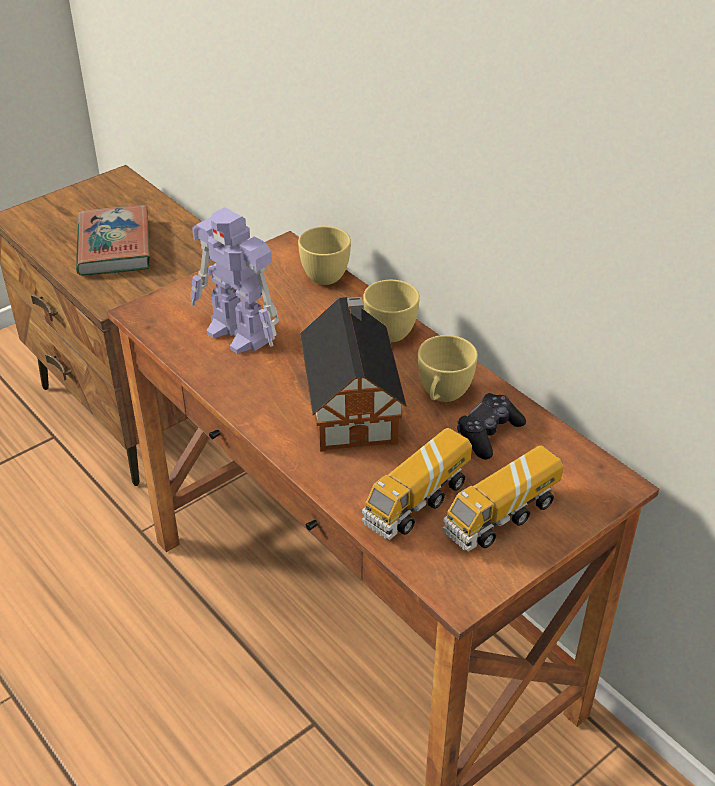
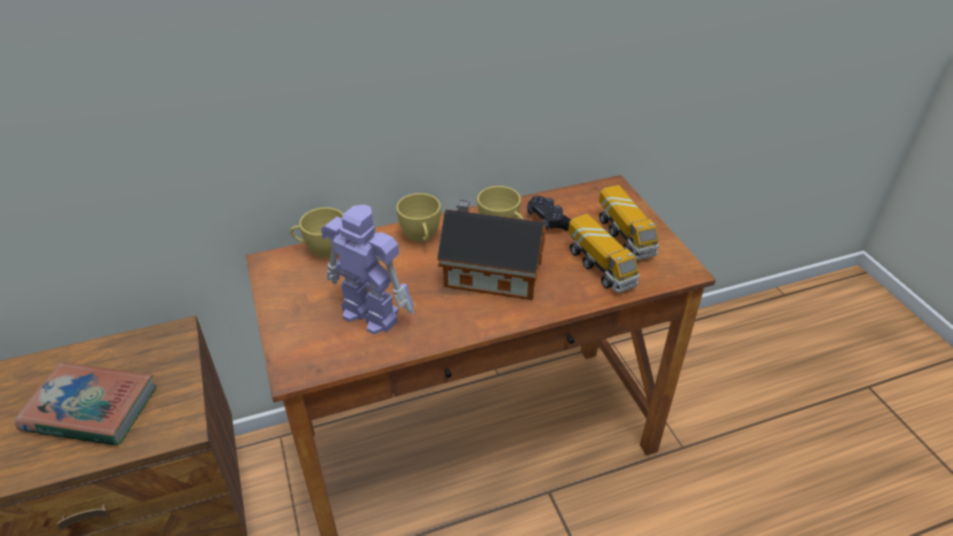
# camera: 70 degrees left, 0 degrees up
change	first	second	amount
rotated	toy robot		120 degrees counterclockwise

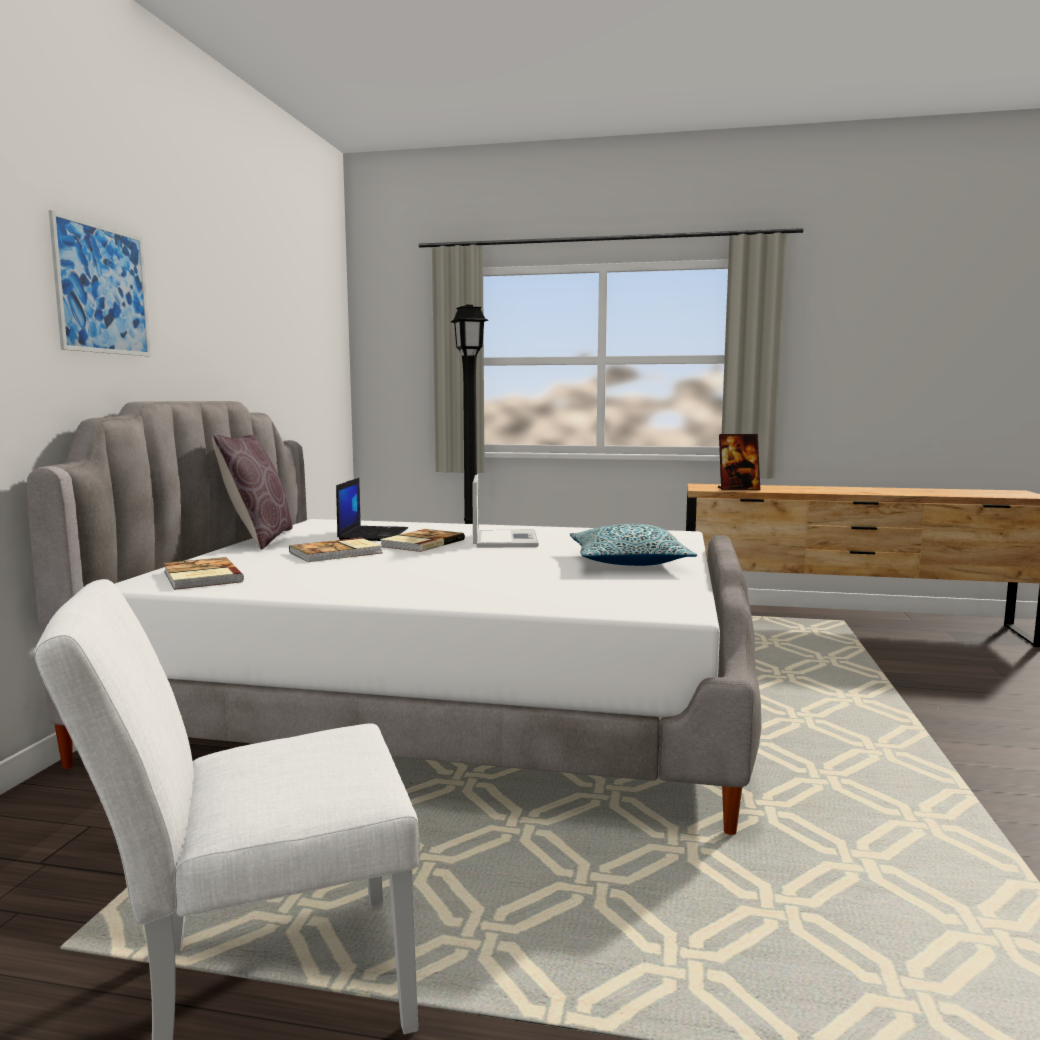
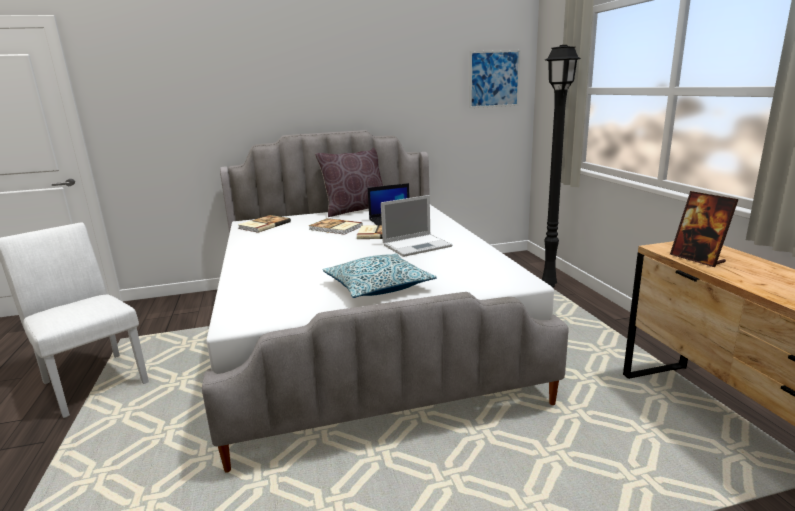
# camera: 65 degrees right, 10 degrees up
change	first	second	amount
shifted	wall art		

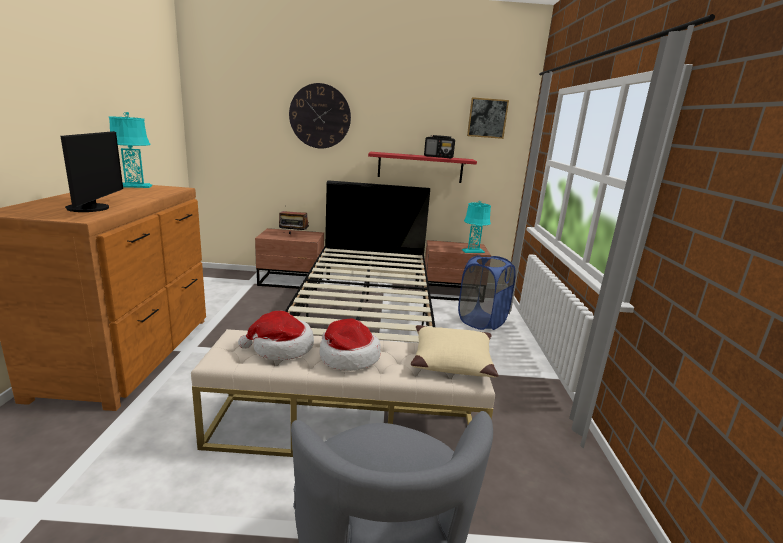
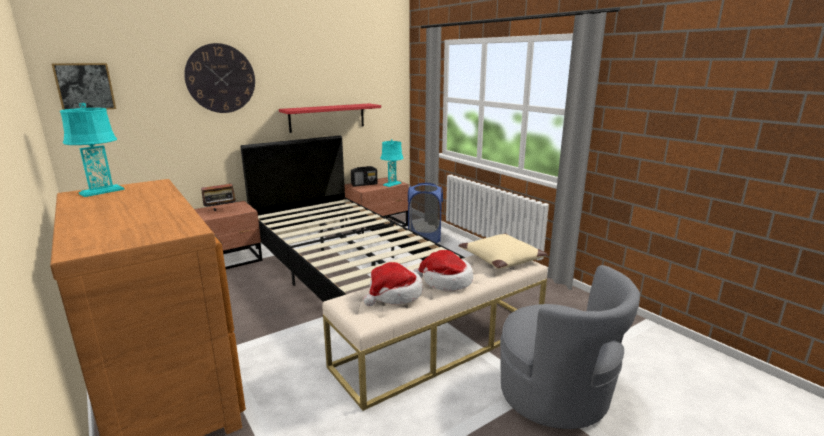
# camera: 35 degrees left, 0 degrees up
change	first	second	amount
gone	computer screen		
shifted	radio (no. 2 from left)		
shifted	wall art		

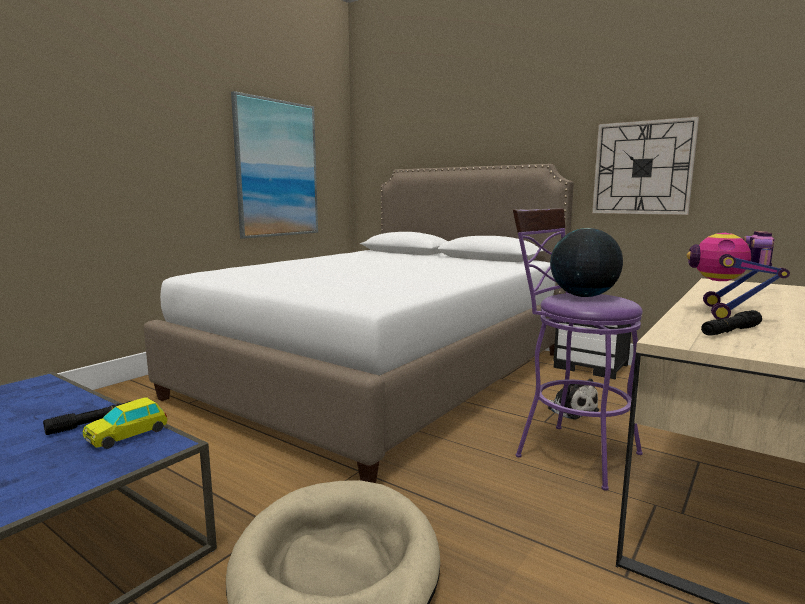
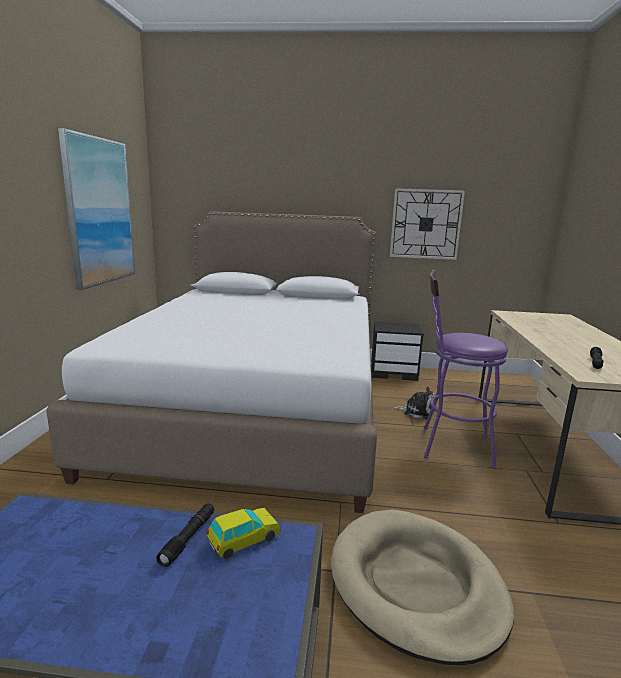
# camera: 30 degrees left, 5 degrees up
change	first	second	amount
gone	desk globe		
gone	toy robot		
rotated	miniature car		135 degrees counterclockwise

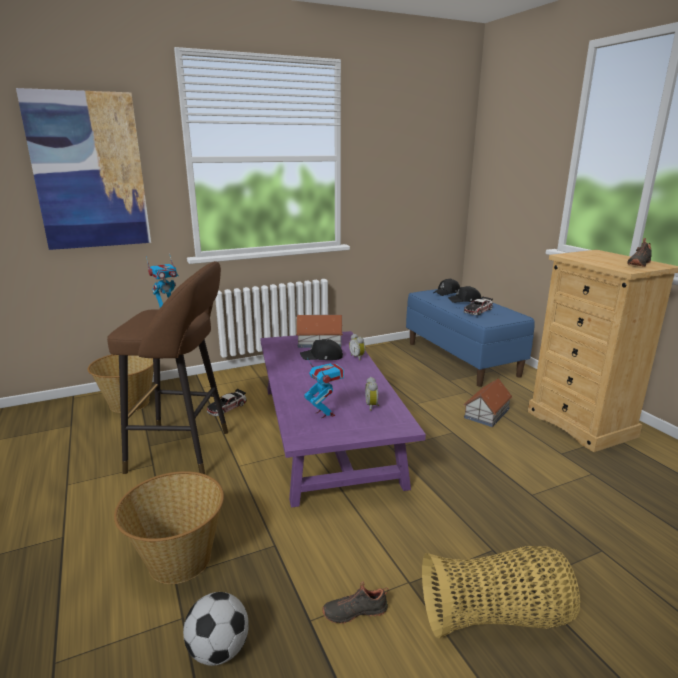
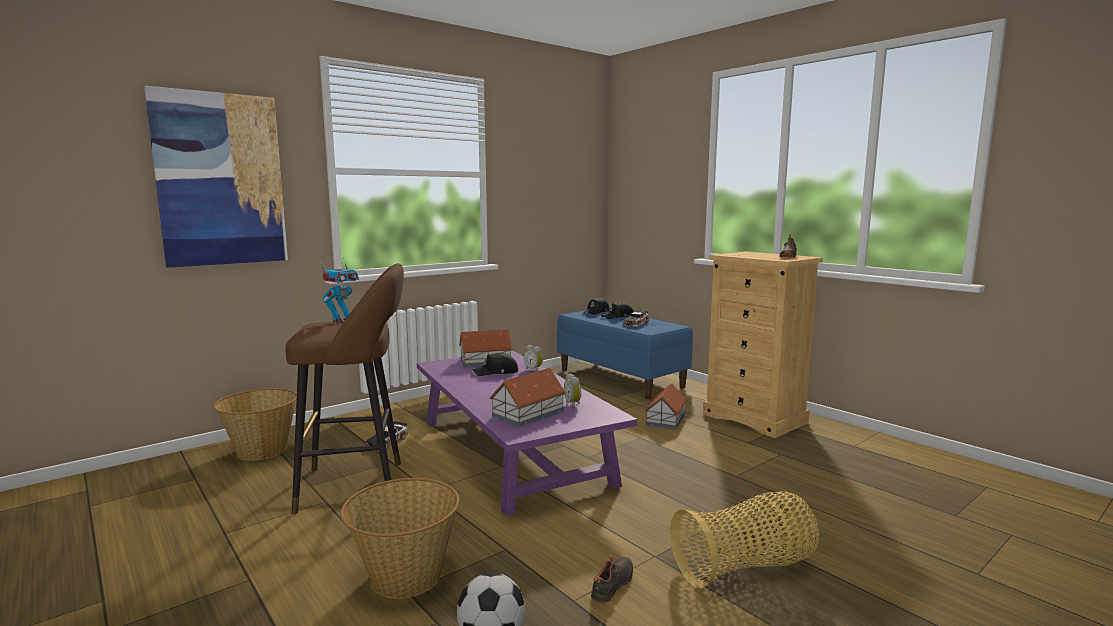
# camera: 15 degrees left, 10 degrees down
change	first	second	amount
swapped	toy robot (no. 2 from left)	toy house (no. 2 from left)	
rotated	blackish shoe (no. 1 from left)		150 degrees clockwise

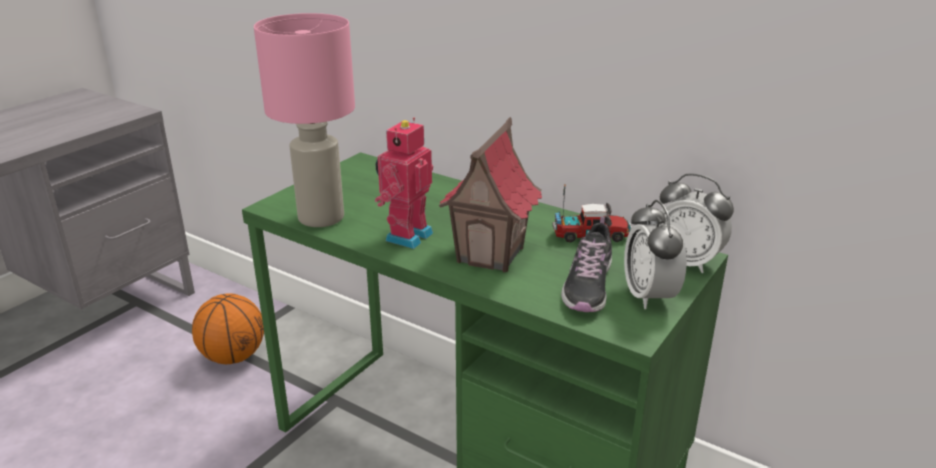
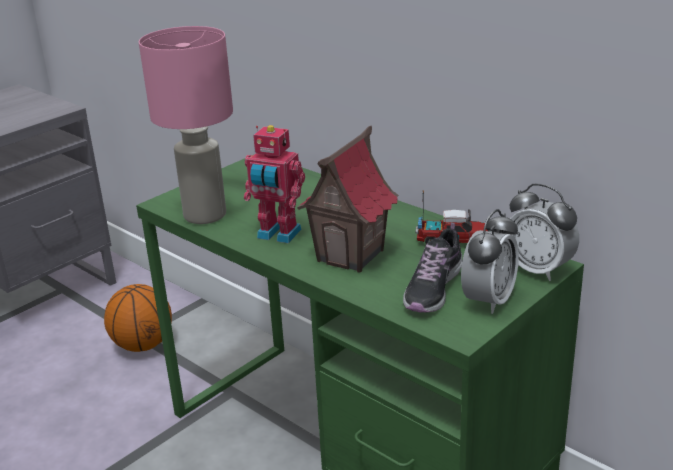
# camera: 10 degrees right, 0 degrees up
change	first	second	amount
rotated	toy robot		105 degrees counterclockwise
rotated	table clock (no. 1 from left)		150 degrees counterclockwise

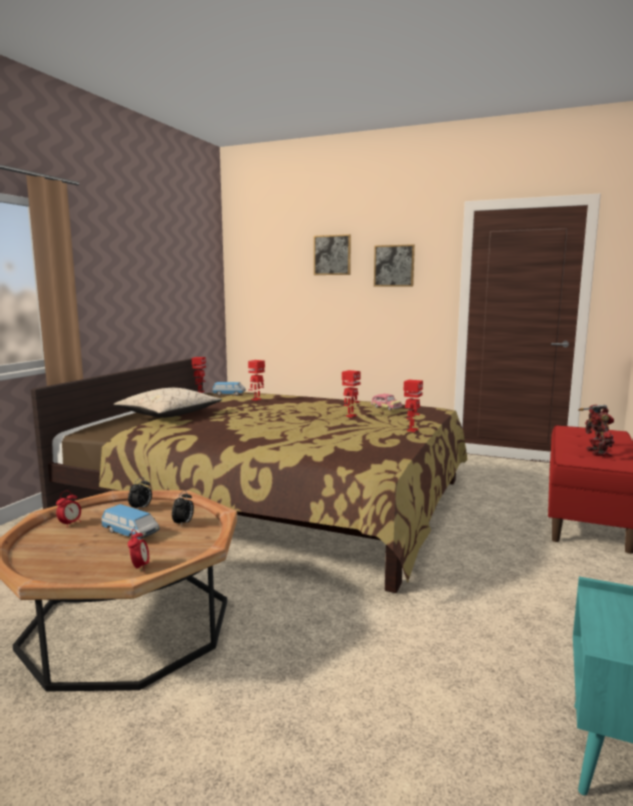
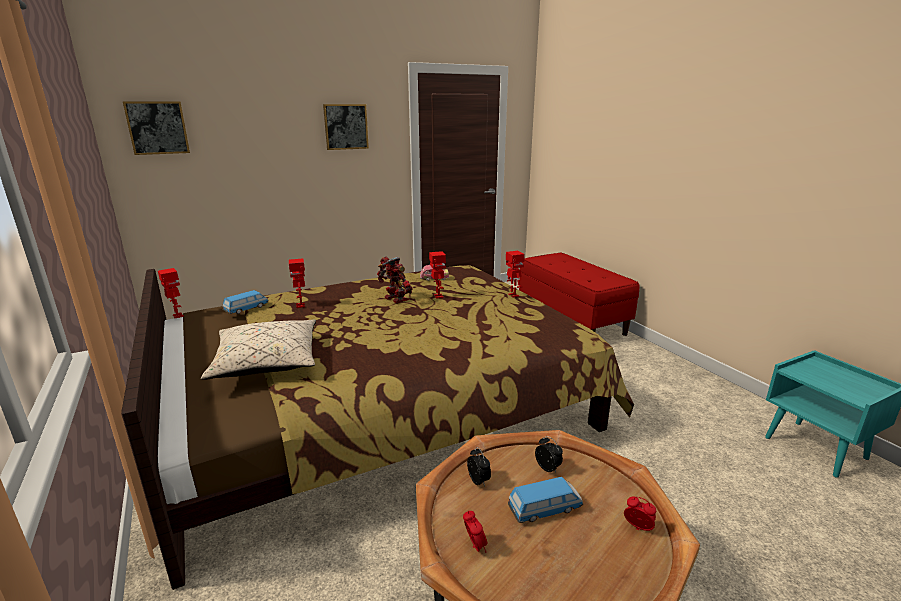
# camera: 50 degrees left, 10 degrees up
change	first	second	amount
shifted	wall art (no. 1 from left)		
shifted	toy robot (no. 5 from left in the first image)	toy robot (no. 3 from left)	

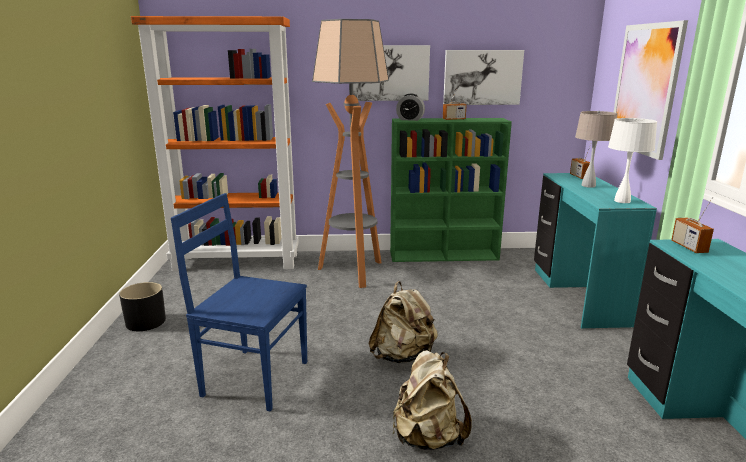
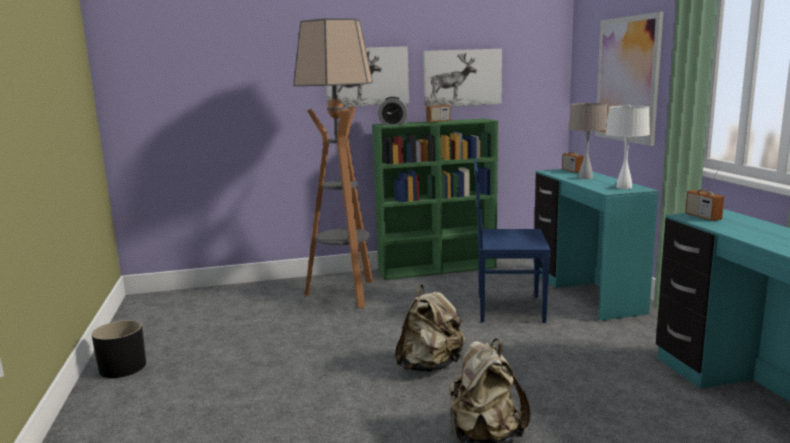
# camera: 10 degrees left, 5 degrees down
change	first	second	amount
gone	orangey bookcase		
shifted	blue plain chair		

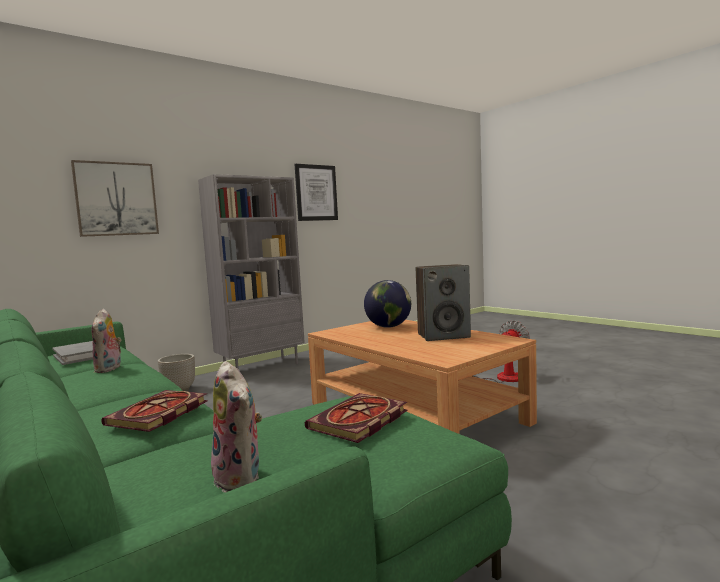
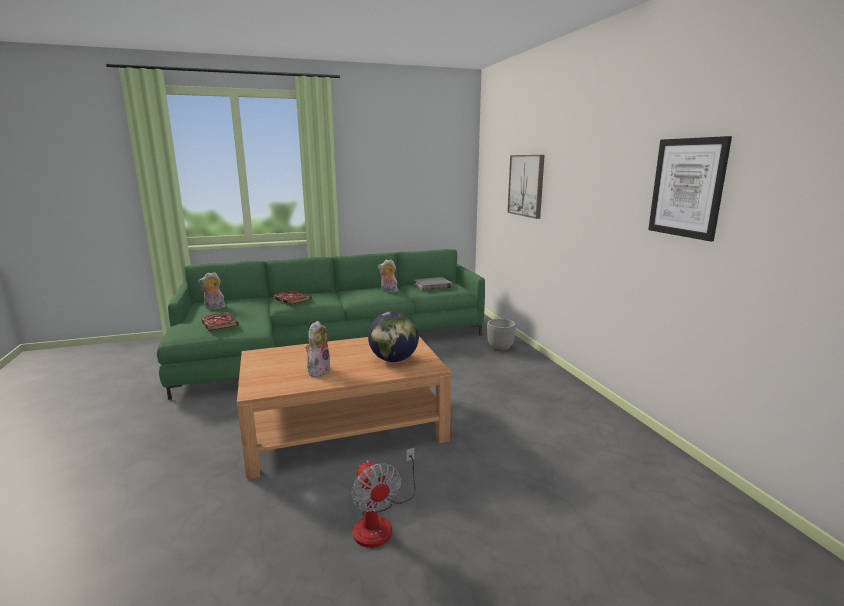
# camera: 110 degrees right, 10 degrees up
change	first	second	amount
gone	gray bookcase		
swapped	speaker	soft toy (no. 2 from left)	

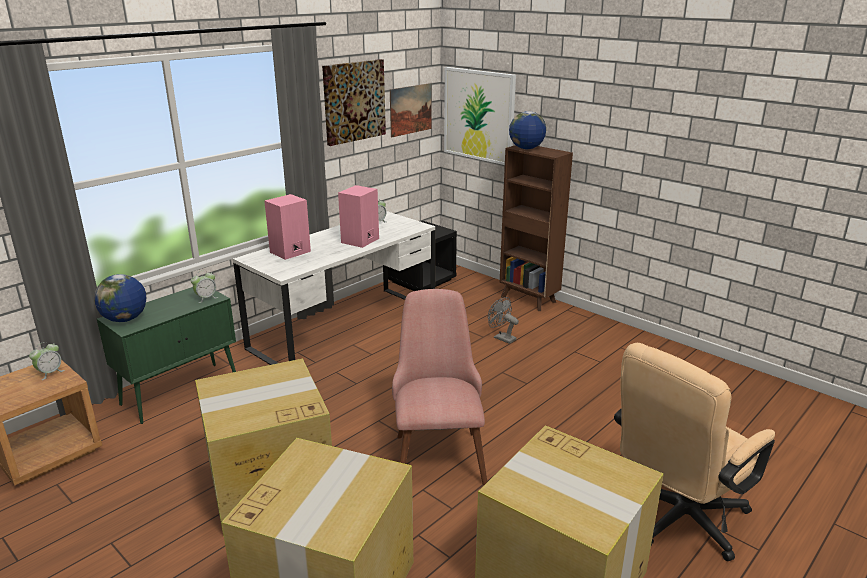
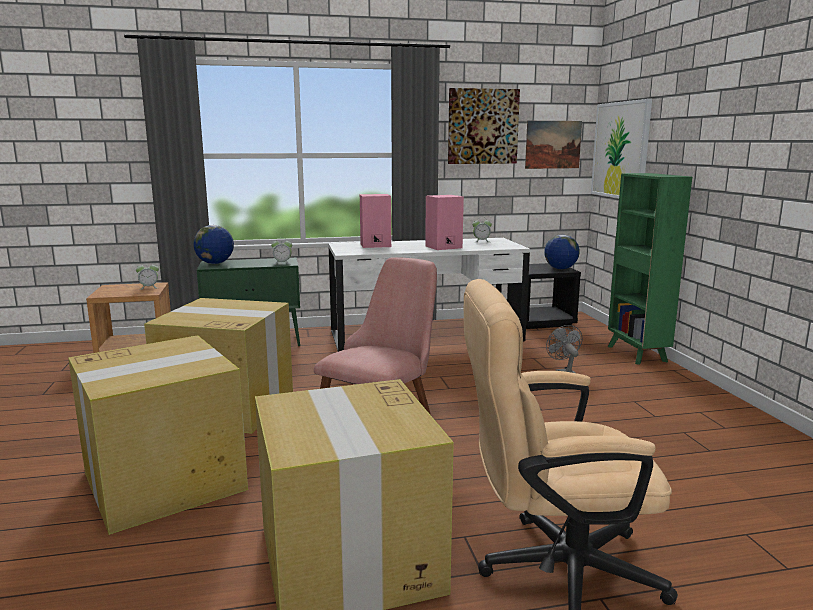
# camera: 35 degrees right, 10 degrees down
change	first	second	amount
shifted	desk globe (no. 2 from left)		
repainted	brown-coloured bookcase	greenish bookcase	

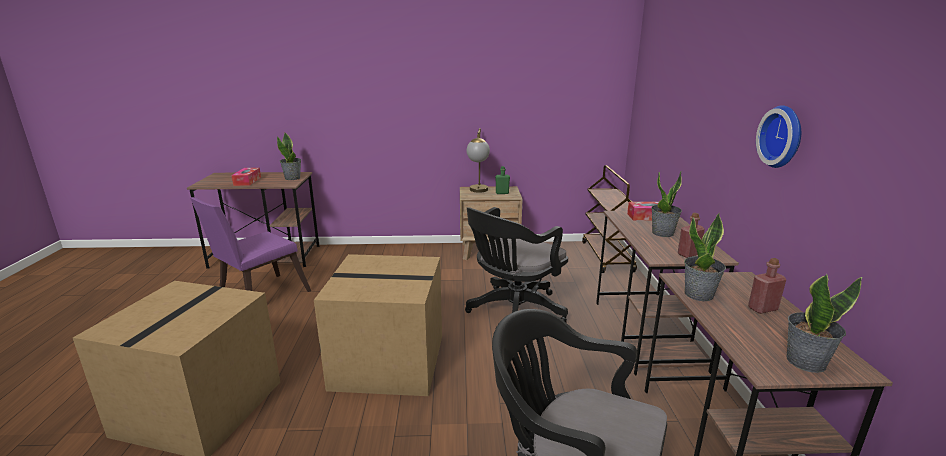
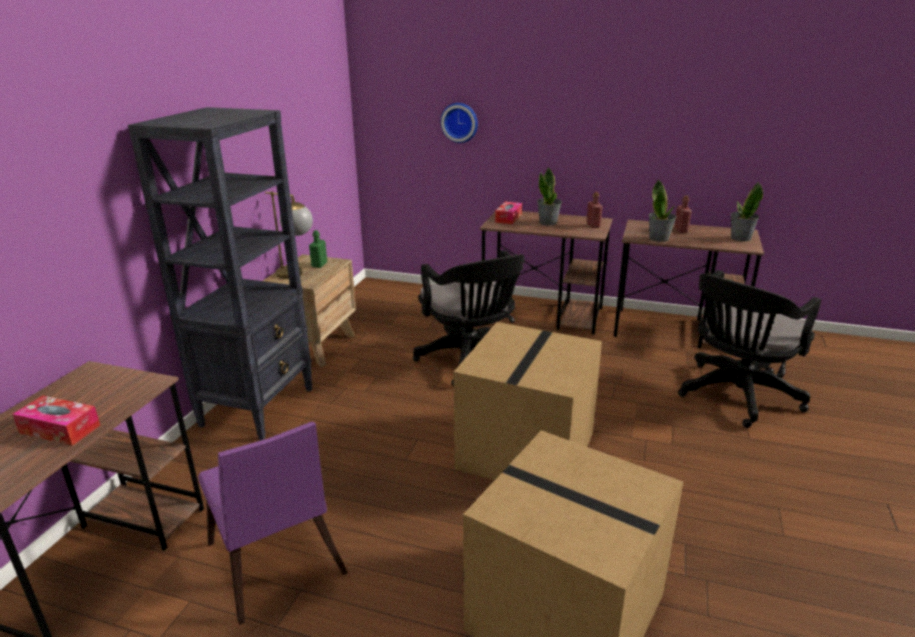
# camera: 70 degrees left, 5 degrees up
change	first	second	amount
gone	plant in a pot (no. 1 from left)		
gone	brown-coloured cart		
new		blackish bookcase	
shifted	wall clock		

